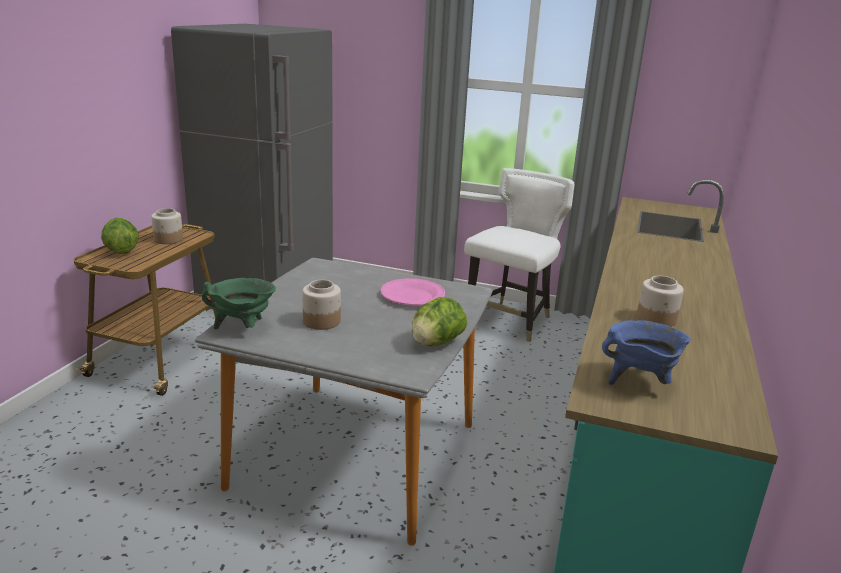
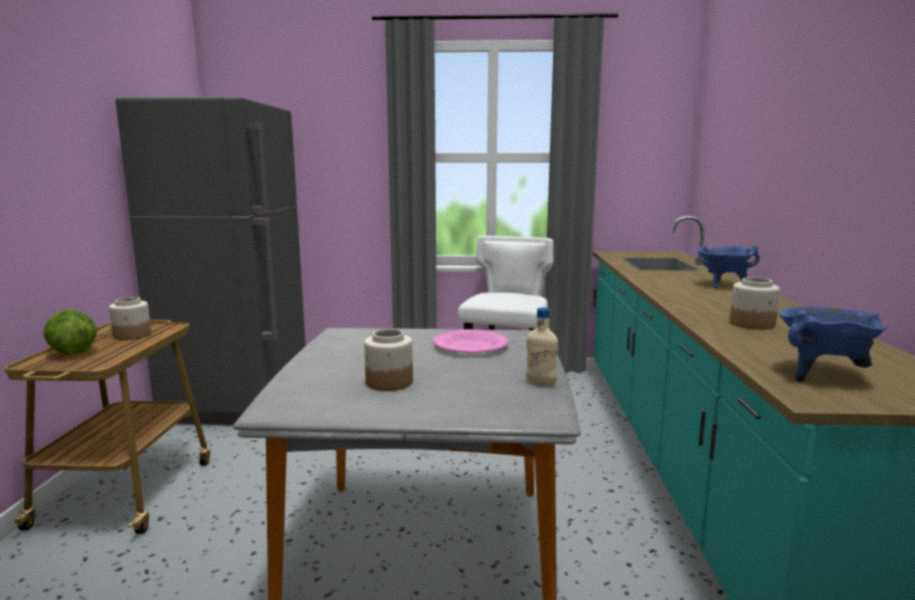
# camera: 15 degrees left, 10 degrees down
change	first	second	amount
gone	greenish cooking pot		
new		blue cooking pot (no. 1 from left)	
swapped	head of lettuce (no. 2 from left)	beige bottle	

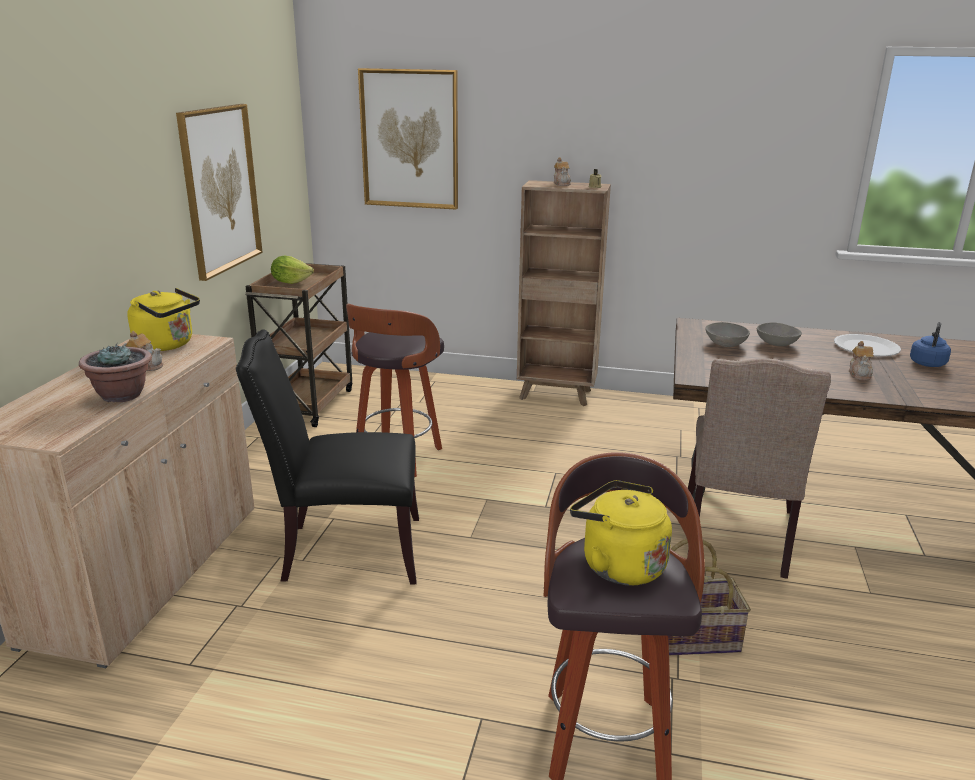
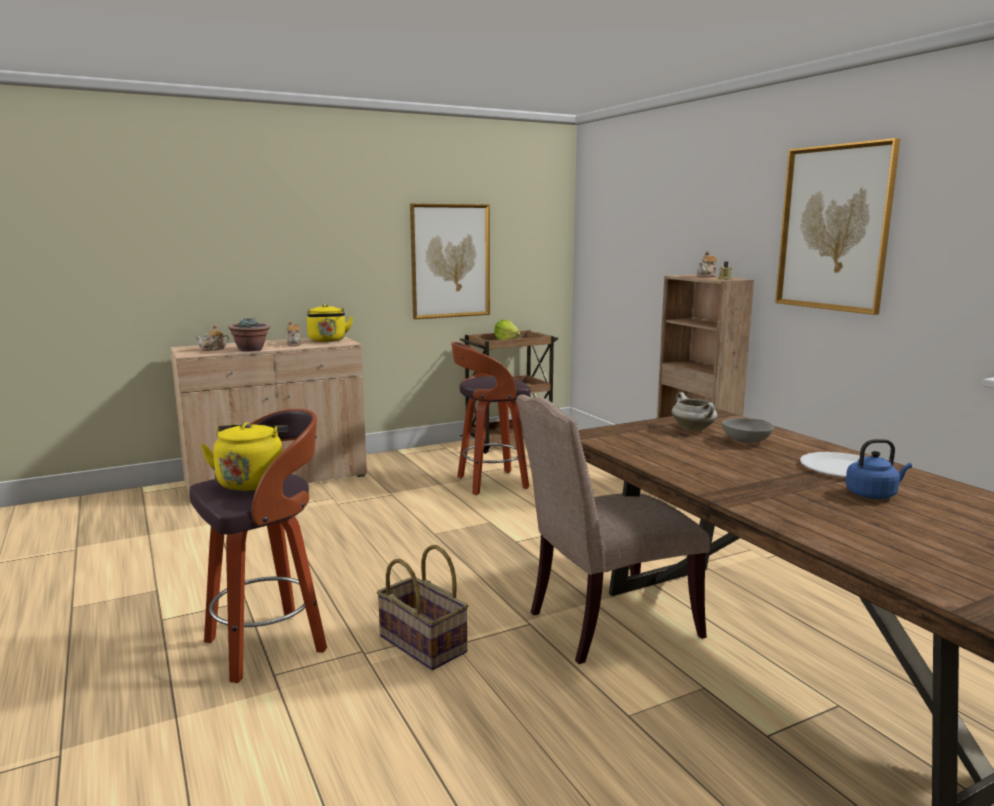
# camera: 50 degrees right, 10 degrees down
change	first	second	amount
gone	blackish plain chair		
shifted	wall art (no. 2 from left)		
shifted	tea pot (no. 3 from left in the first image)	tea pot (no. 1 from left)	
swapped	gray serving bowl (no. 1 from left)	white cooking pot	

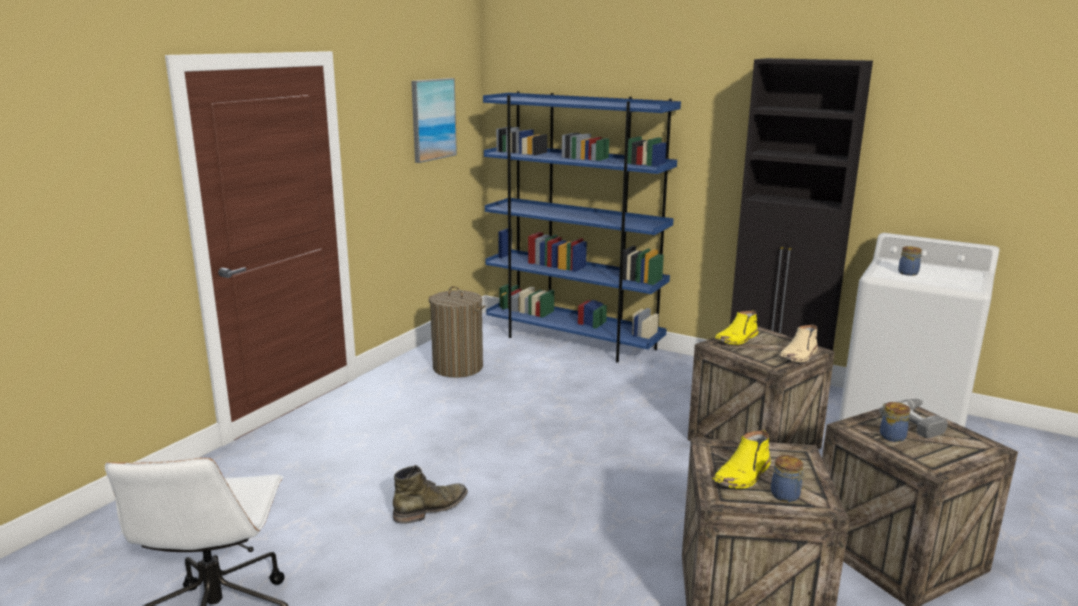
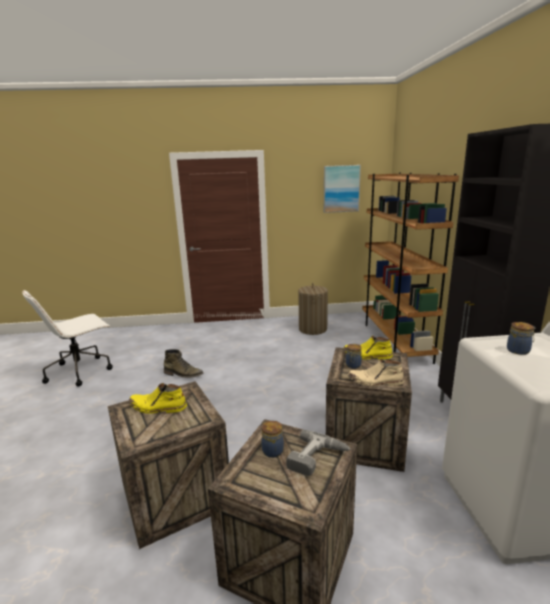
# camera: 55 degrees right, 0 degrees up
change	first	second	amount
shifted	preserve jar (no. 1 from left in the first image)	preserve jar (no. 2 from left)	
repainted	blue bookcase	brown-coloured bookcase	

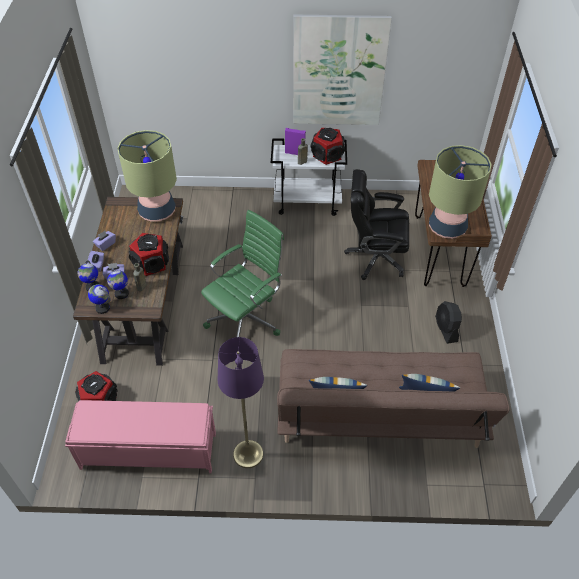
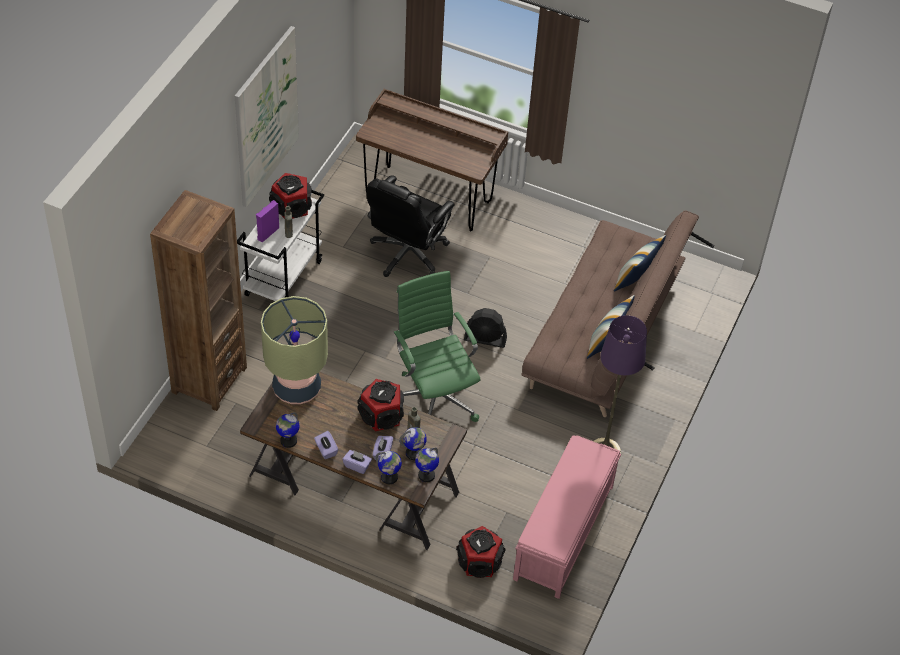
# camera: 70 degrees left, 0 degrees up
change	first	second	amount
gone	table lamp (no. 2 from left)		
new		brown-coloured bookcase	
new		desk globe (no. 1 from left)	
shifted	blackish electric fan		

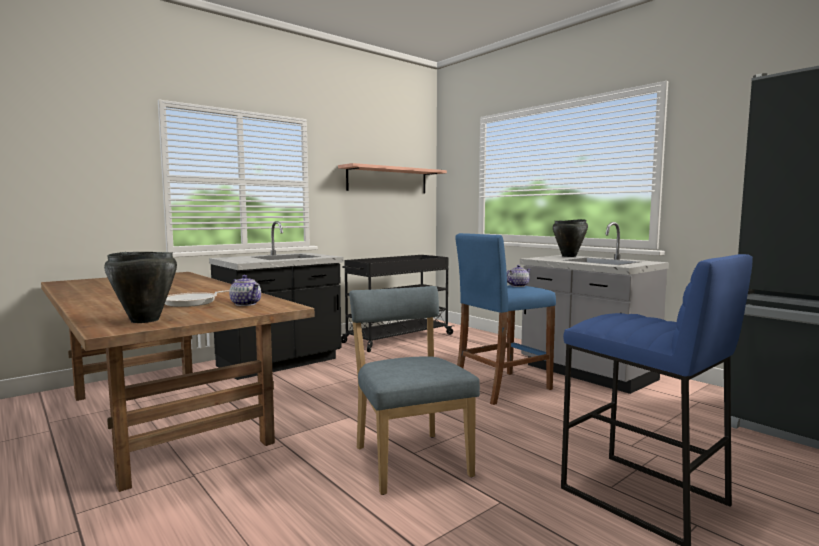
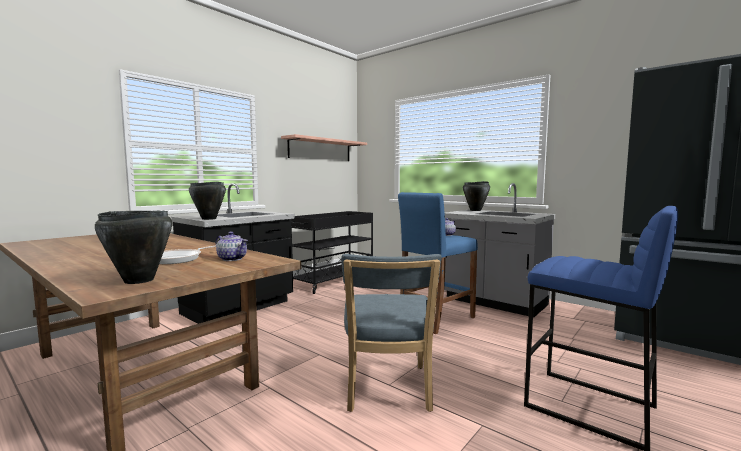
# camera: 10 degrees left, 0 degrees up
change	first	second	amount
new		blackish cooking pot (no. 2 from left)	
rotated	blue plain chair		150 degrees counterclockwise

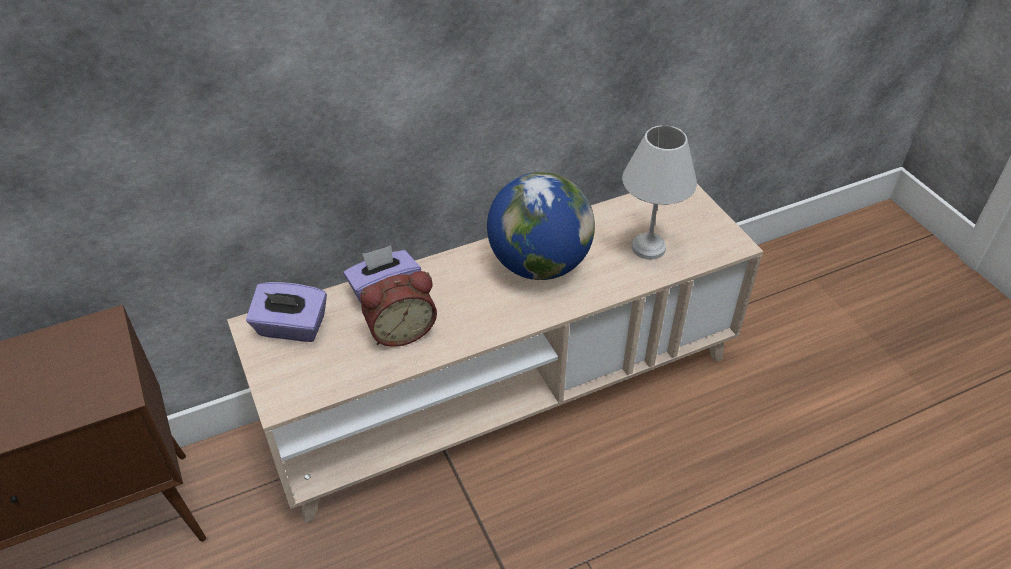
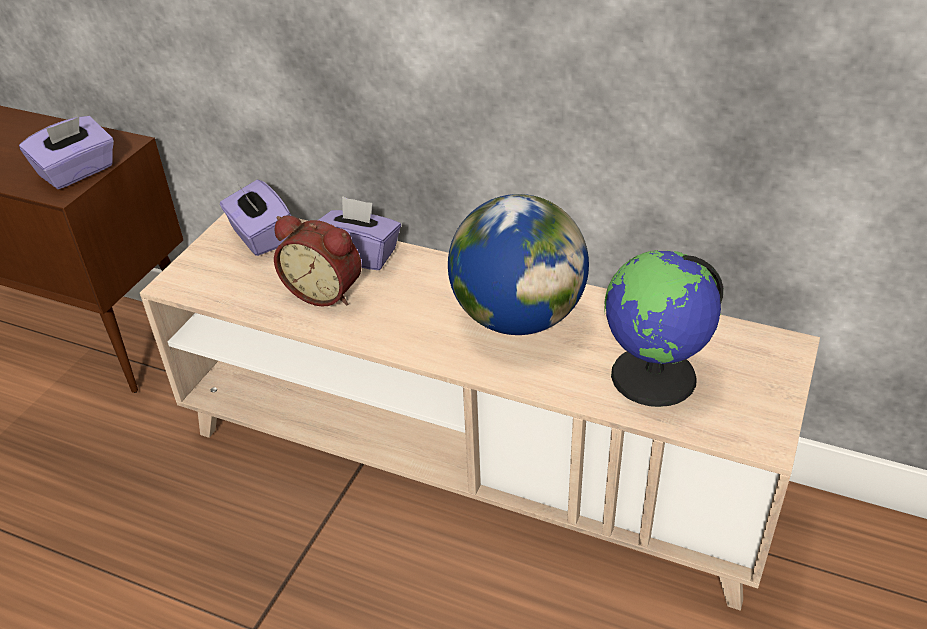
# camera: 50 degrees right, 5 degrees down
change	first	second	amount
new		purplish tissue holder (no. 1 from left)	
swapped	white table lamp	desk globe (no. 2 from left)	

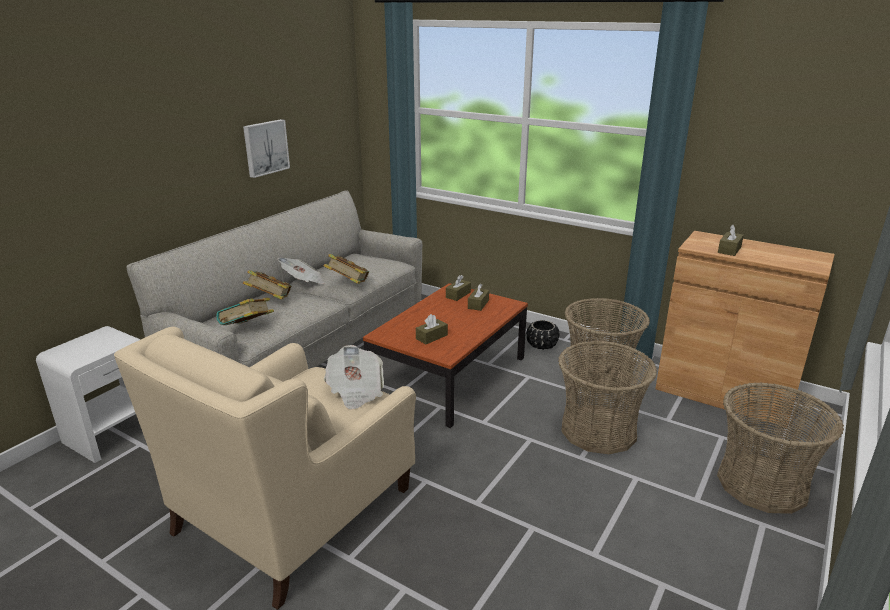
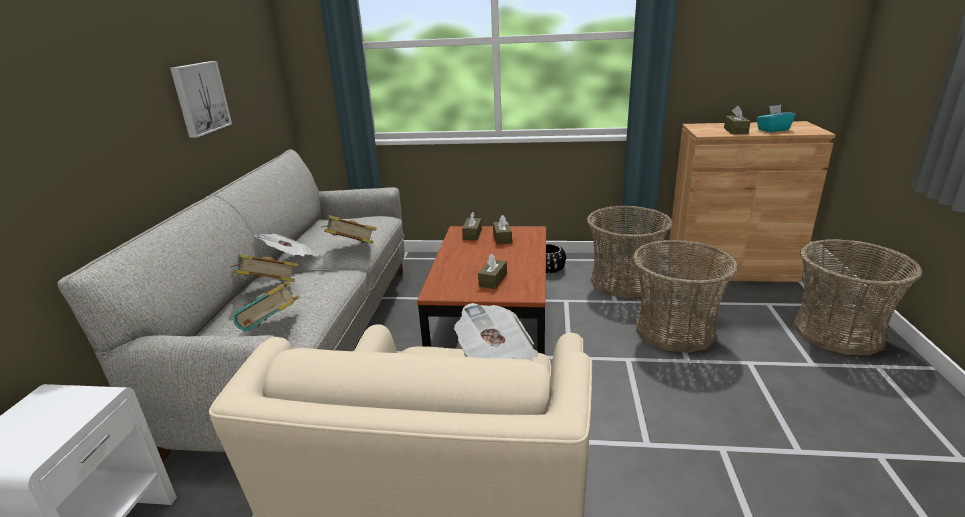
# camera: 25 degrees left, 0 degrees up
change	first	second	amount
new		blue-green tissue holder	

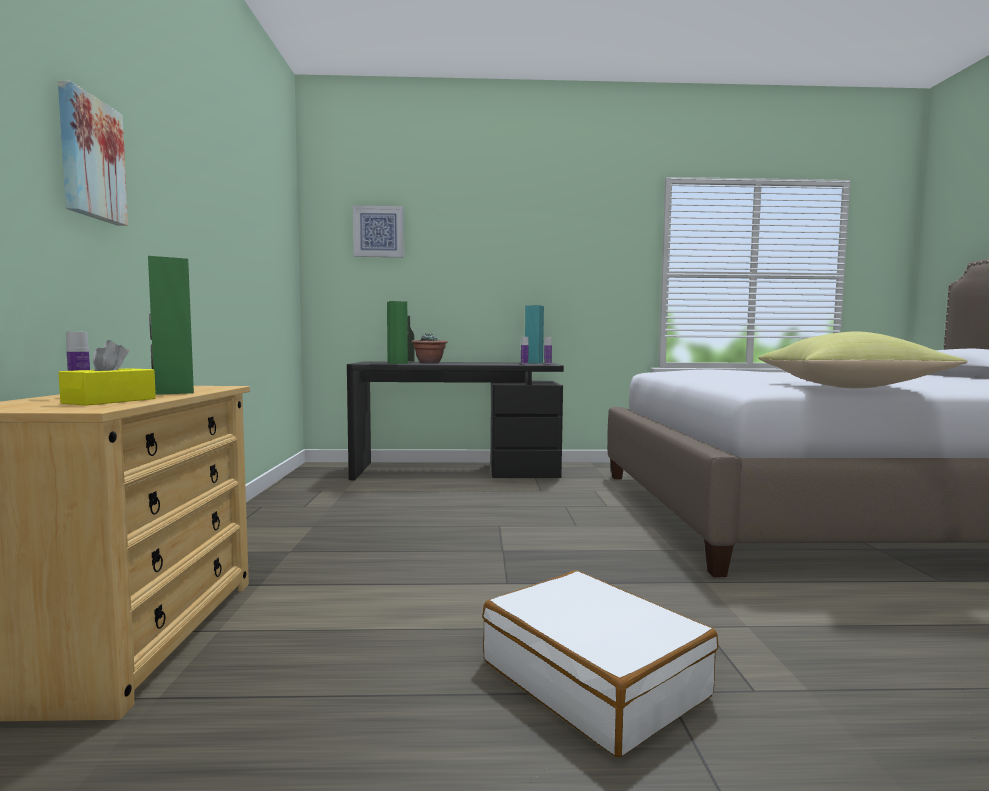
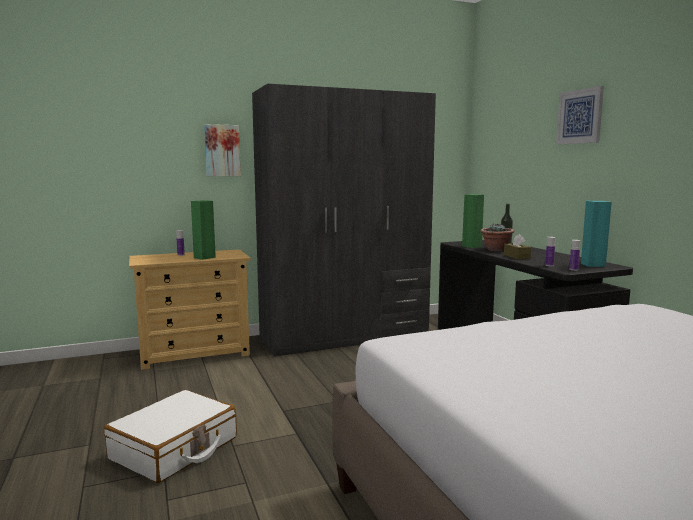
# camera: 70 degrees right, 5 degrees up
change	first	second	amount
gone	yellowish tissue holder		
gone	yellowish pillow		
new		gray clothes cupboard	
new		brown-coloured tissue holder	
shifted	wall art (no. 2 from left)		

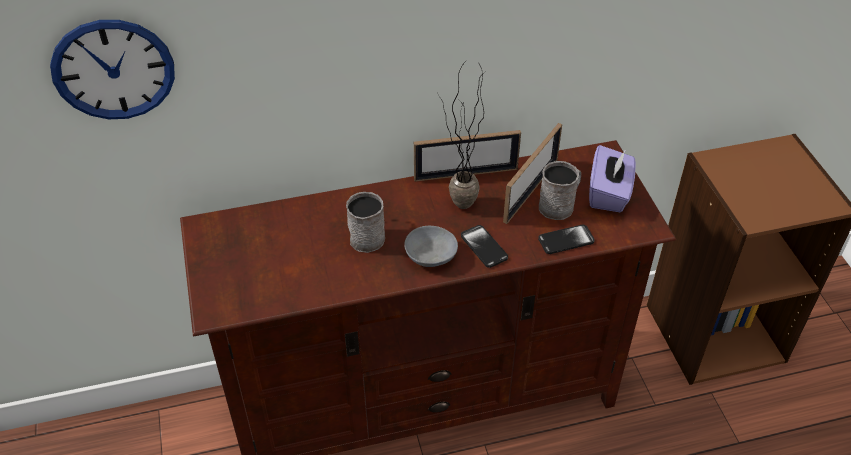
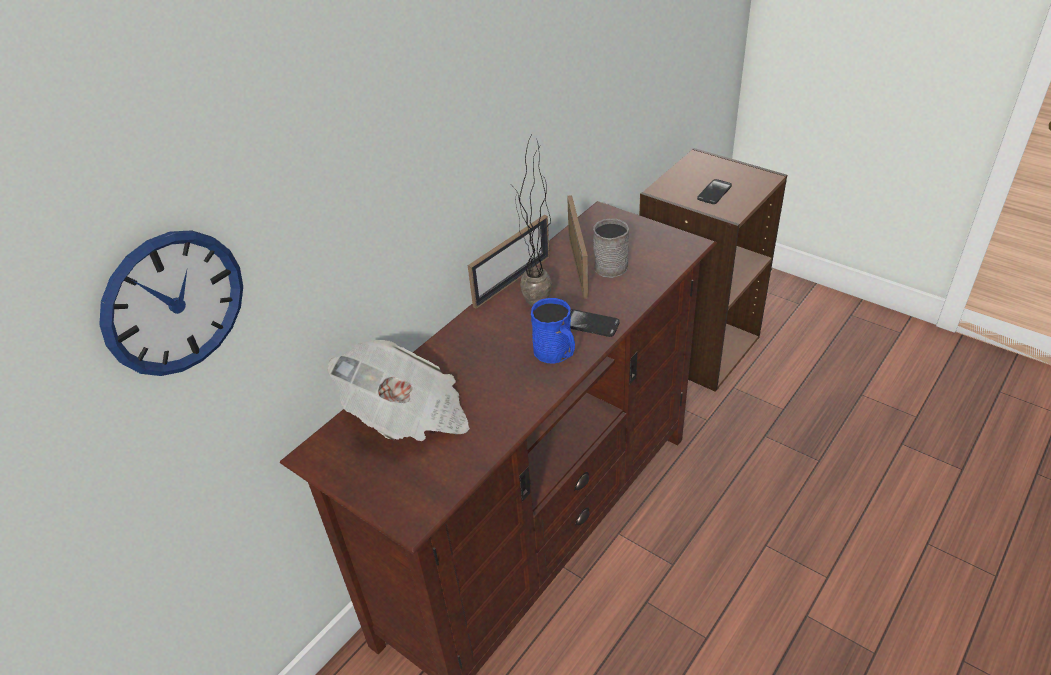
# camera: 35 degrees left, 5 degrees down
change	first	second	amount
gone	gray coffee mug (no. 1 from left)		
gone	purplish tissue holder		
new		daily paper	
shifted	phone (no. 2 from left)		
swapped	gray serving bowl	blue coffee mug	

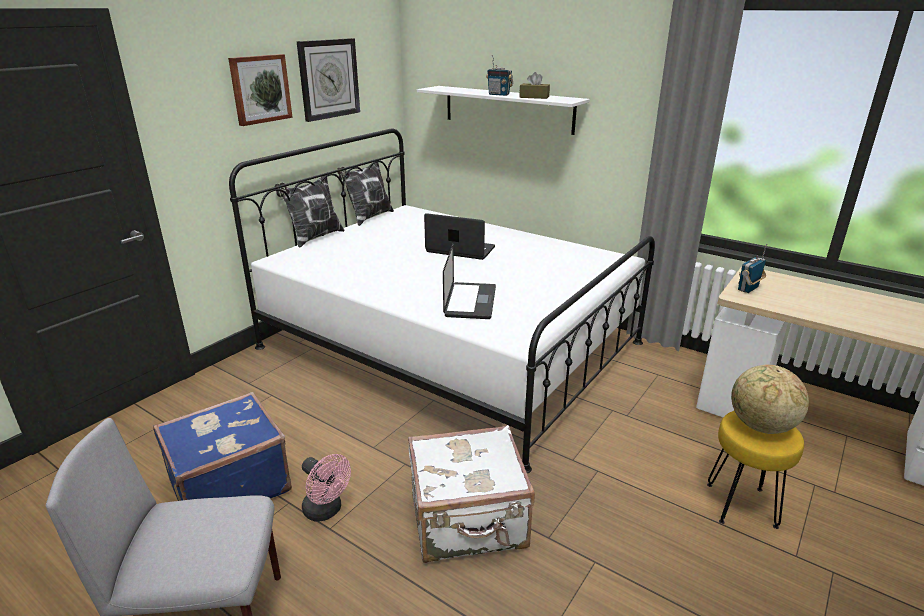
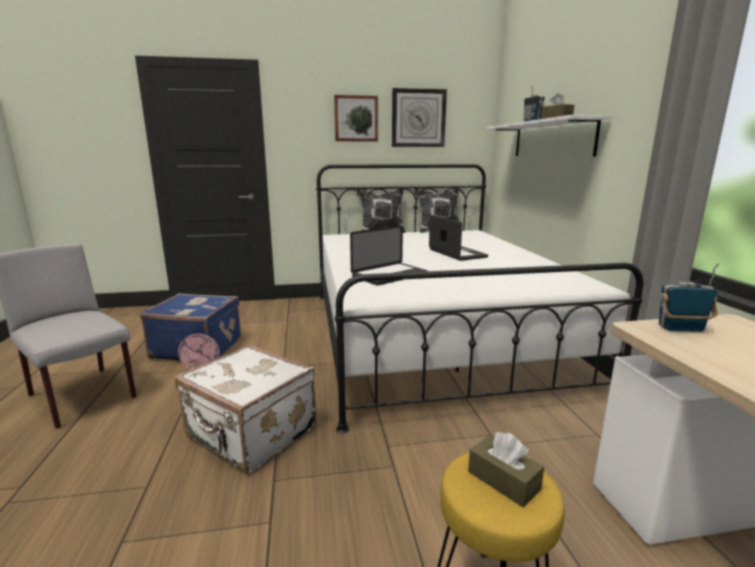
# camera: 45 degrees right, 10 degrees down
change	first	second	amount
swapped	desk globe	brown-coloured tissue holder (no. 1 from left)	

